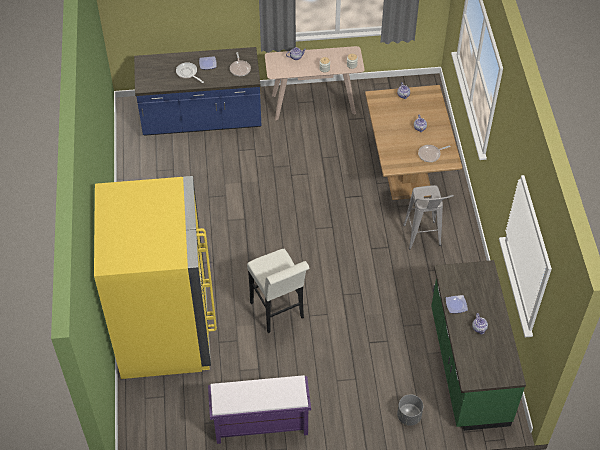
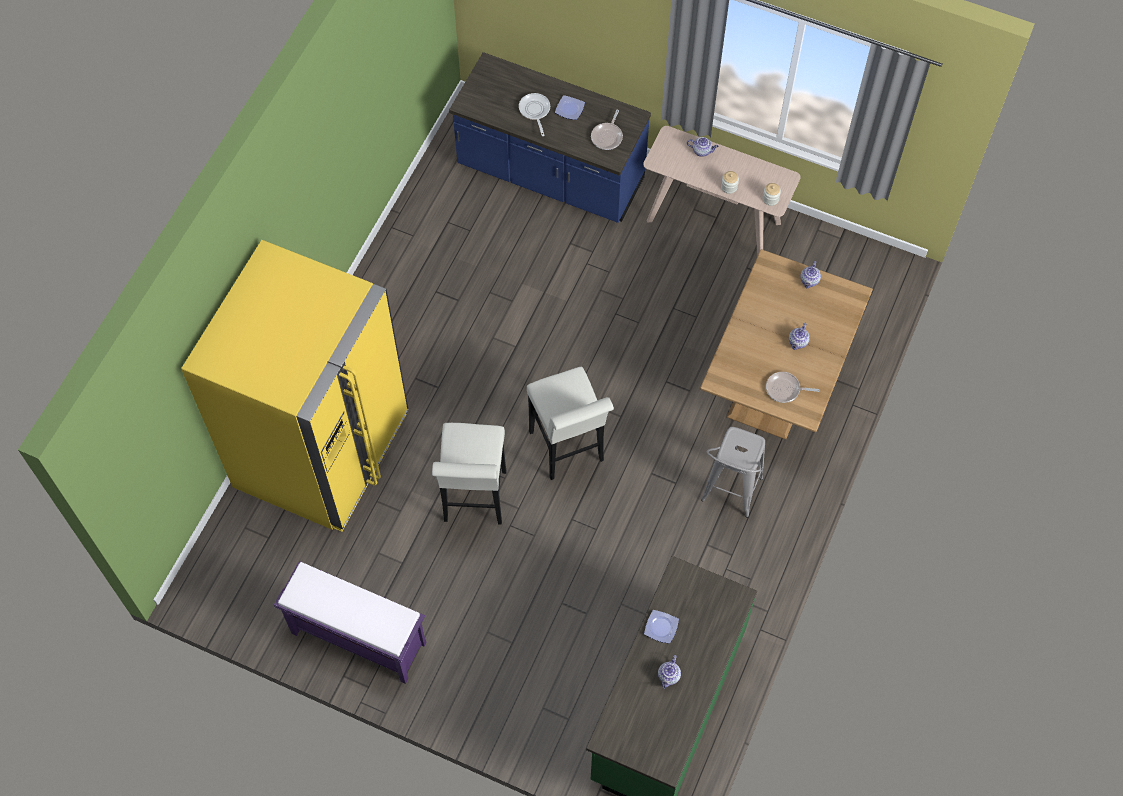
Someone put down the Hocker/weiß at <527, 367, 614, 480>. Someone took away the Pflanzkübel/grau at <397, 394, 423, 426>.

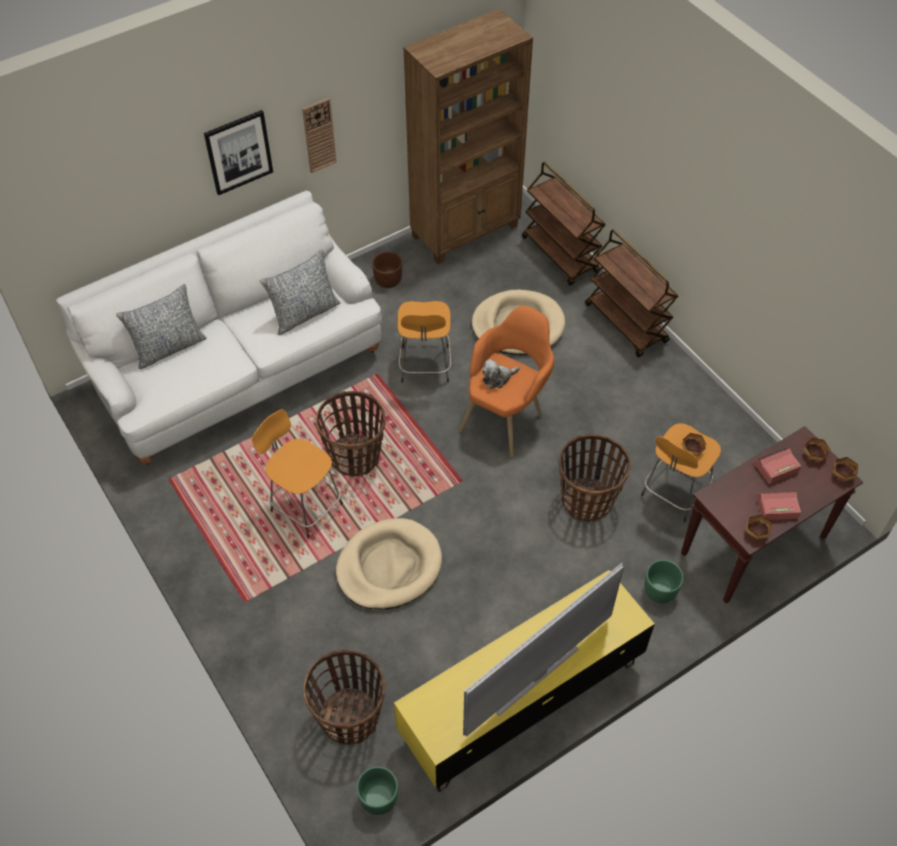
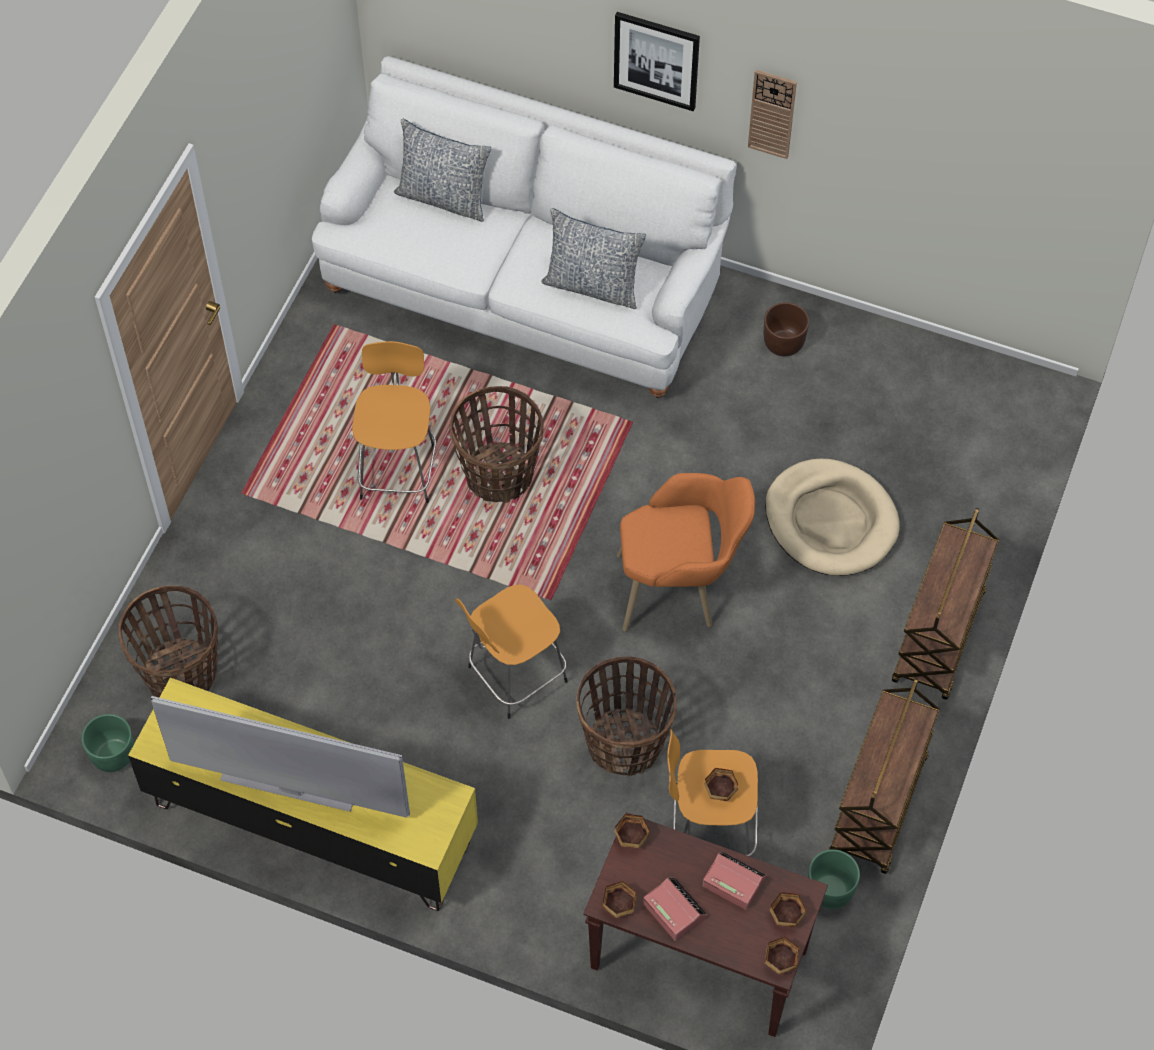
Someone carried the Hocker/orange from <398, 301, 451, 383> to <455, 585, 568, 719>. Someone put down the Schüssel at <614, 814, 650, 848>. Someone carried the Pflanzkübel/grün from <644, 560, 684, 603> to <808, 849, 860, 909>. Someone carried the Rollwagen/braun from <522, 162, 606, 286> to <829, 678, 940, 874>. Someone took away the Hundebett/beige at <336, 518, 442, 610>. Someone took away the Bücherregal/braun at <403, 9, 533, 264>. Someone took away the Plüschtier at <482, 359, 520, 389>.

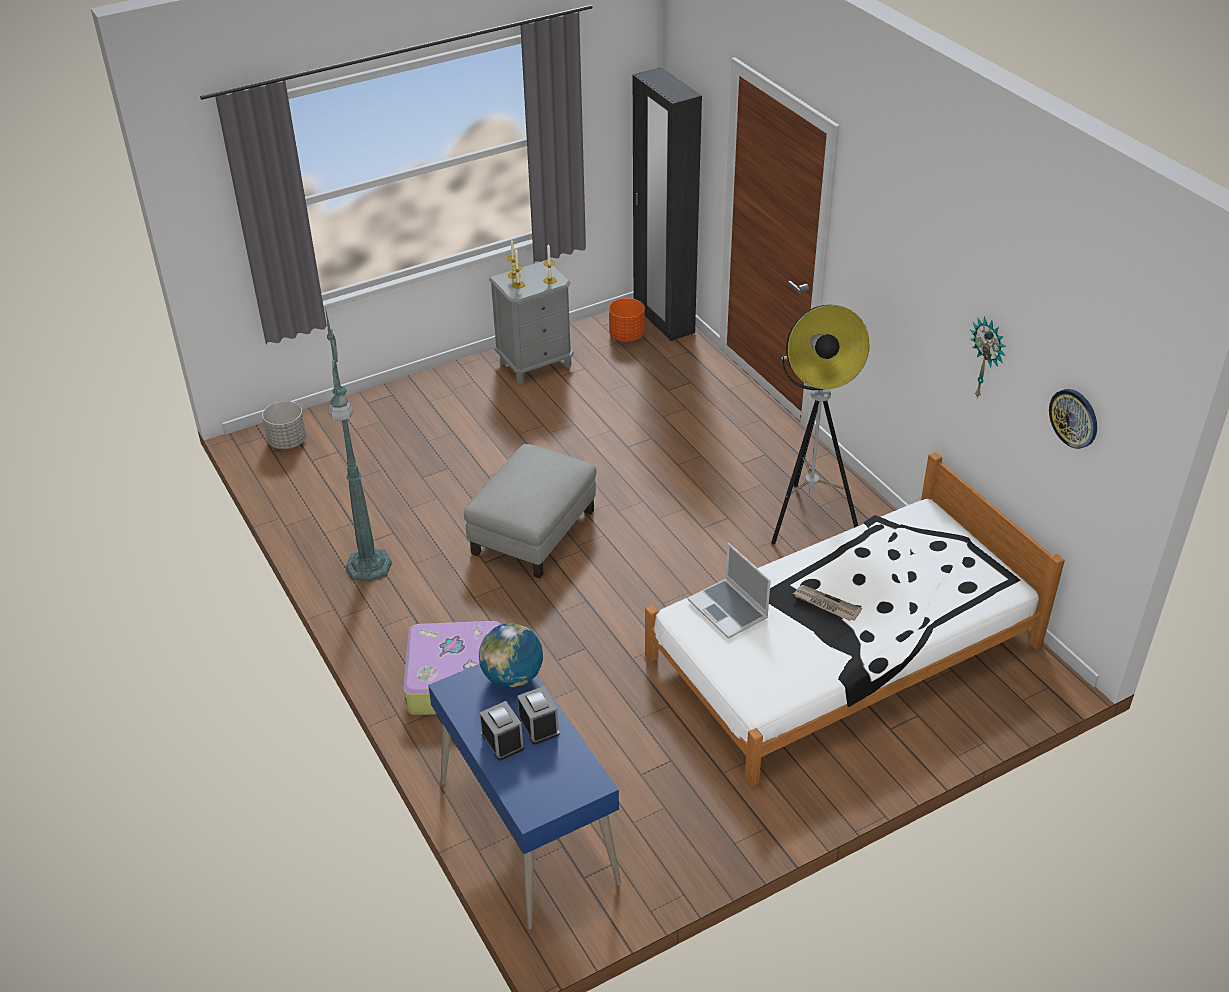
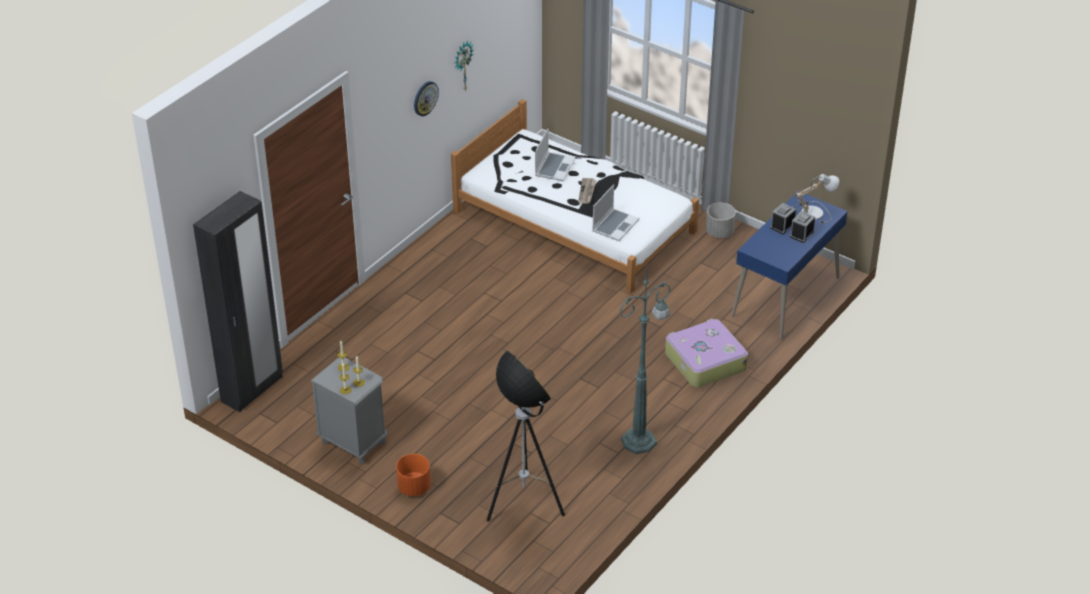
Someone carried the Pflanzkübel/orange from <609, 298, 645, 341> to <396, 454, 431, 496>. Someone carried the Wanduhr from <1049, 389, 1097, 449> to <414, 81, 439, 116>. Someone carried the Stehlampe from <771, 305, 870, 545> to <487, 350, 565, 522>. Someone put down the Laptop at <535, 129, 576, 181>. Someone carried the Pflanzkübel/grau from <262, 401, 307, 449> to <706, 203, 736, 238>. Someone put down the Tischlampe at <792, 174, 839, 224>. Someone took away the Polsterhocker/grau at <464, 444, 596, 579>. Someone took away the Globus at <479, 623, 543, 688>.

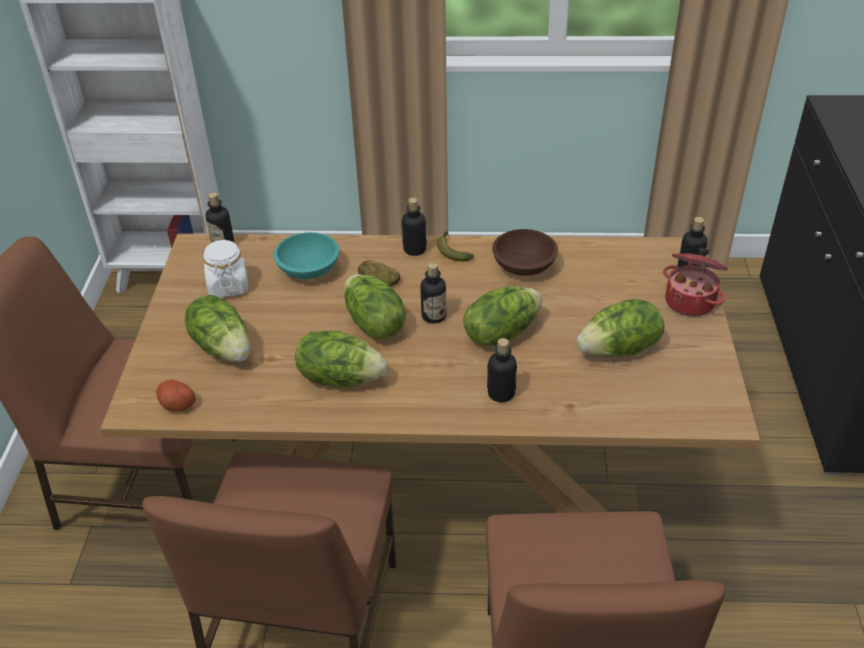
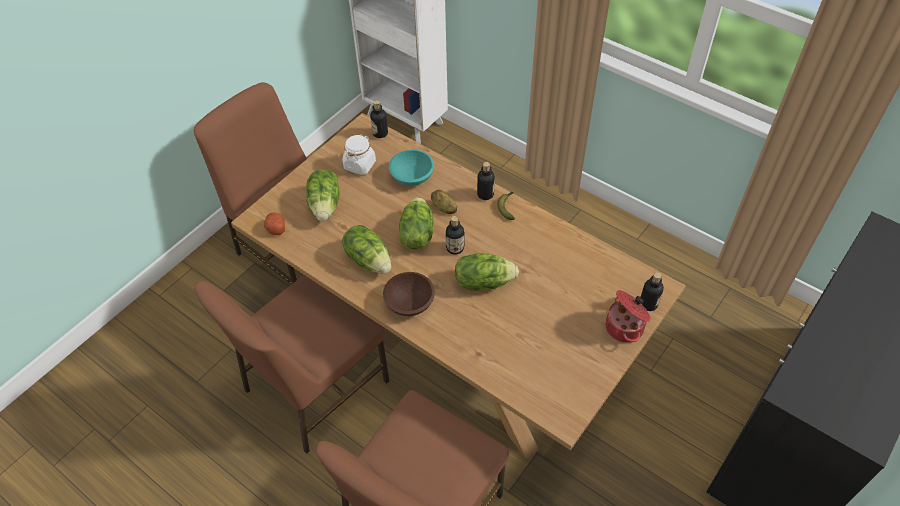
Someone carried the Schüssel/braun from <492, 229, 558, 276> to <383, 272, 435, 316>. Someone took away the Flasche at <487, 338, 517, 402>. Someone took away the Salatkopf at <577, 299, 665, 357>.

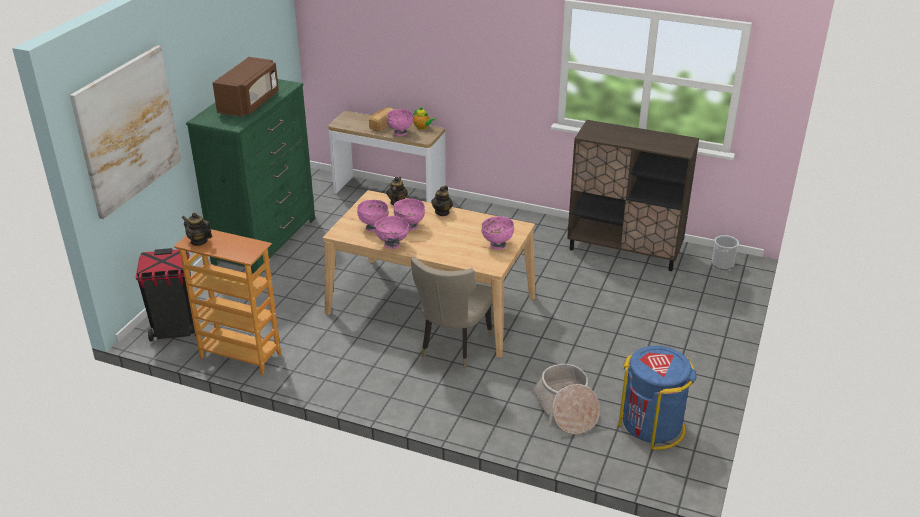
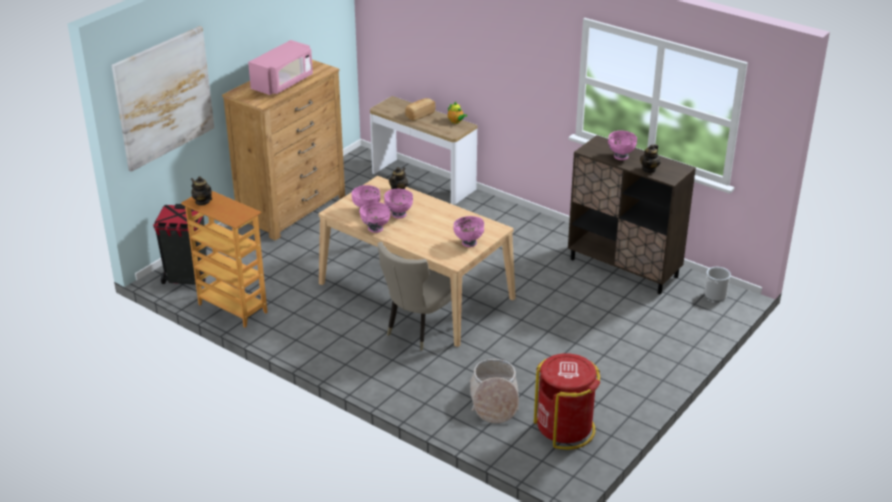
Someone repainted the Kommode/grün at <186, 79, 315, 274>, which became the Kommode/braun at <222, 60, 345, 241>. Someone repainted the Mikrowelle/braun at <213, 57, 279, 117>, which became the Mikrowelle/rosa at <248, 40, 313, 95>. Someone repainted the Mülleimer/blau at <618, 346, 697, 450>, which became the Mülleimer/rot at <534, 353, 600, 450>. Someone carried the Schüssel/rosa from <387, 109, 413, 136> to <608, 130, 637, 160>. Someone carried the Teekanne from <431, 186, 453, 216> to <640, 144, 661, 173>.

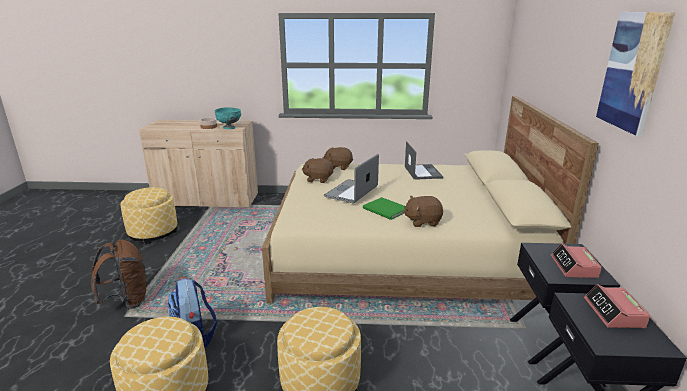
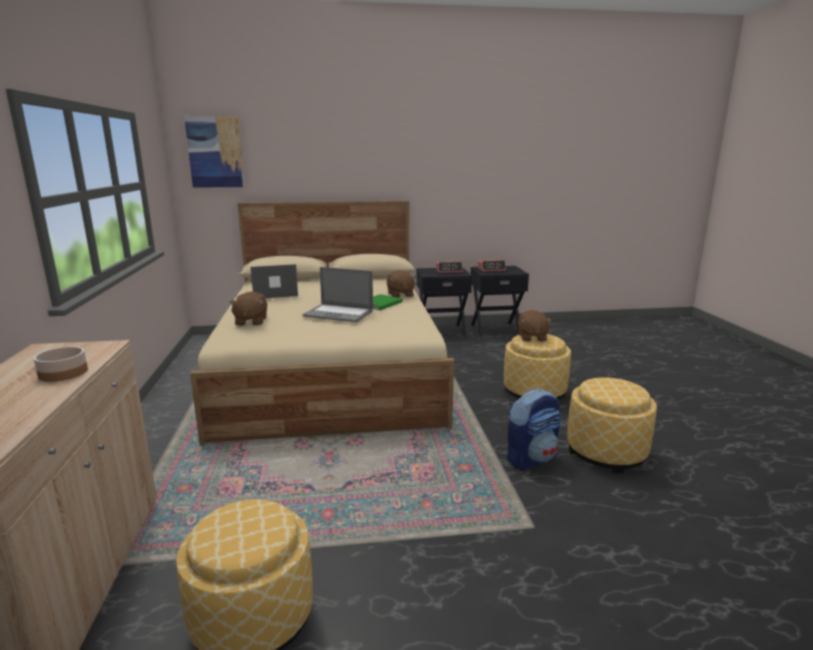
Someone carried the Bild from <596, 12, 675, 136> to <184, 116, 245, 188>. Someone carried the Plüschtier/braun from <302, 158, 334, 183> to <518, 310, 552, 342>. Someone took away the Rucksack/braun at <91, 240, 147, 309>. Someone took away the Schüssel/türkis at <215, 107, 241, 129>.

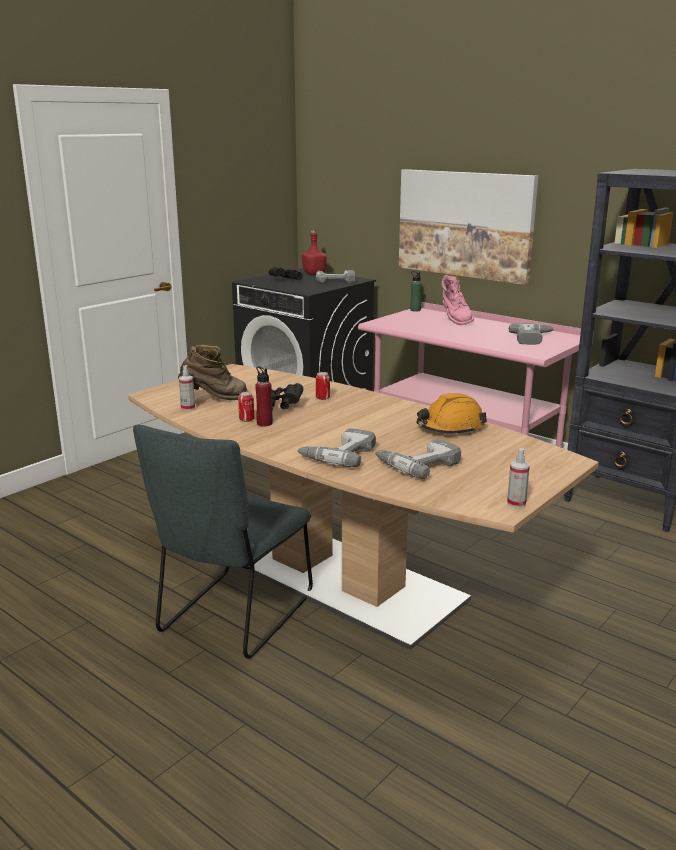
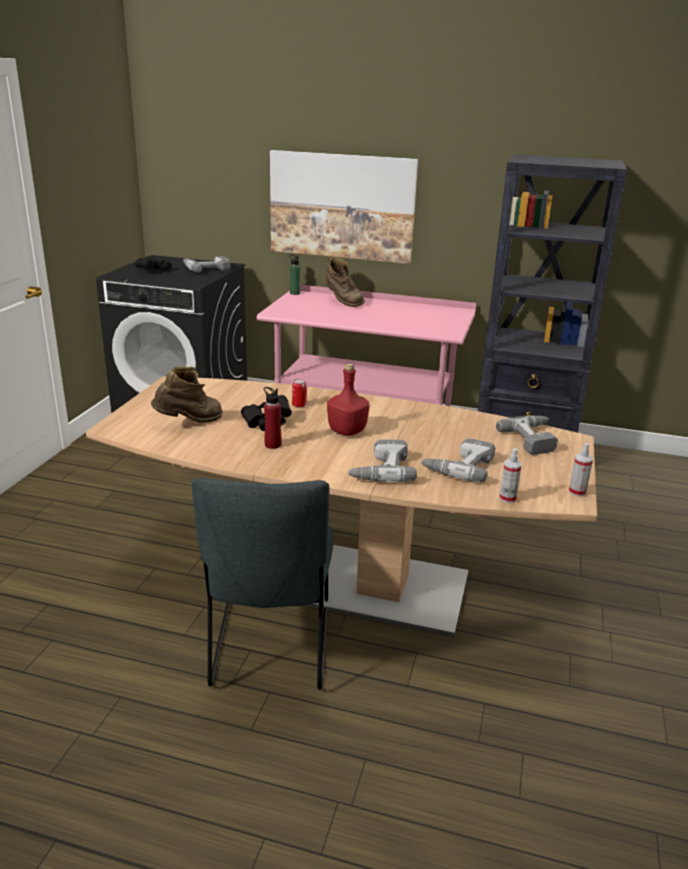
Someone repainted the Stiefel/rosa at <441, 275, 474, 325>, which became the Stiefel/braun at <326, 258, 365, 307>. Someone carried the Flasche/rot from <302, 230, 327, 275> to <327, 363, 370, 436>. Someone carried the Bohrmaschine from <509, 323, 554, 344> to <496, 415, 558, 455>. Someone carried the Sprühflasche from <179, 365, 195, 411> to <499, 448, 522, 503>. Someone took away the Dose at <238, 392, 254, 422>. Someone took away the Schutzhelm/orange at <417, 393, 487, 434>.

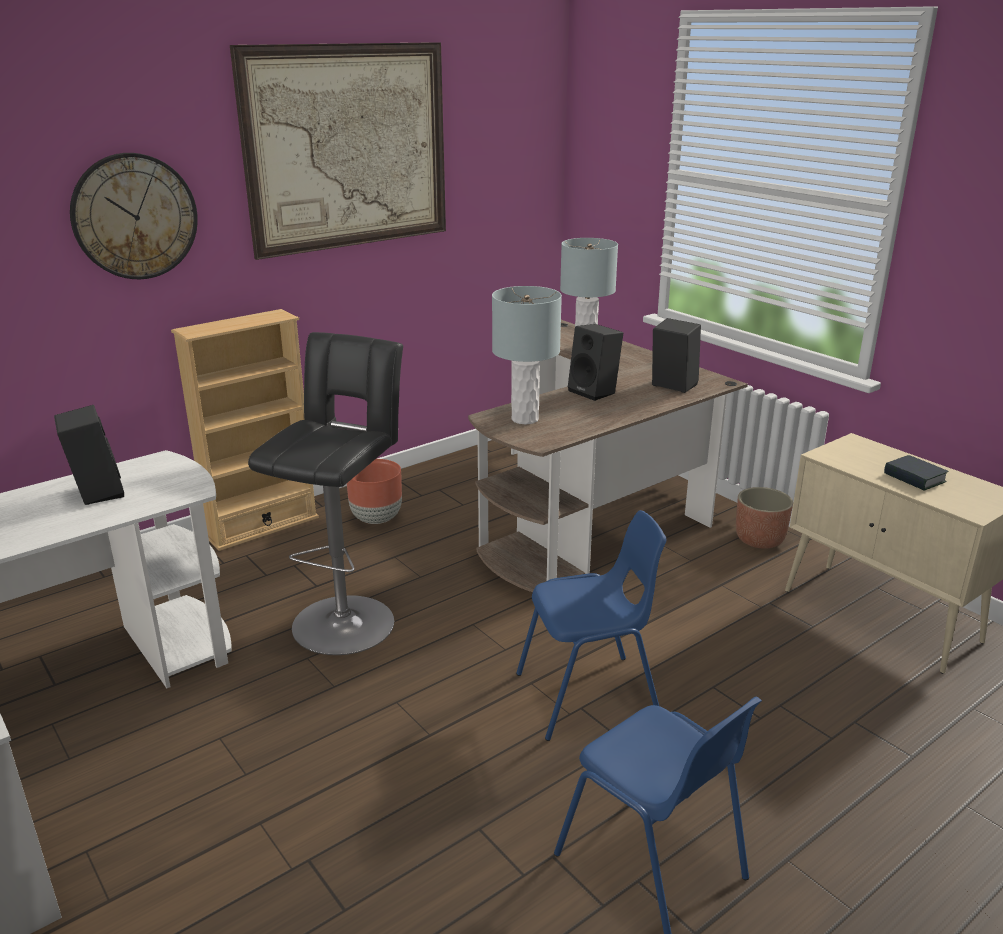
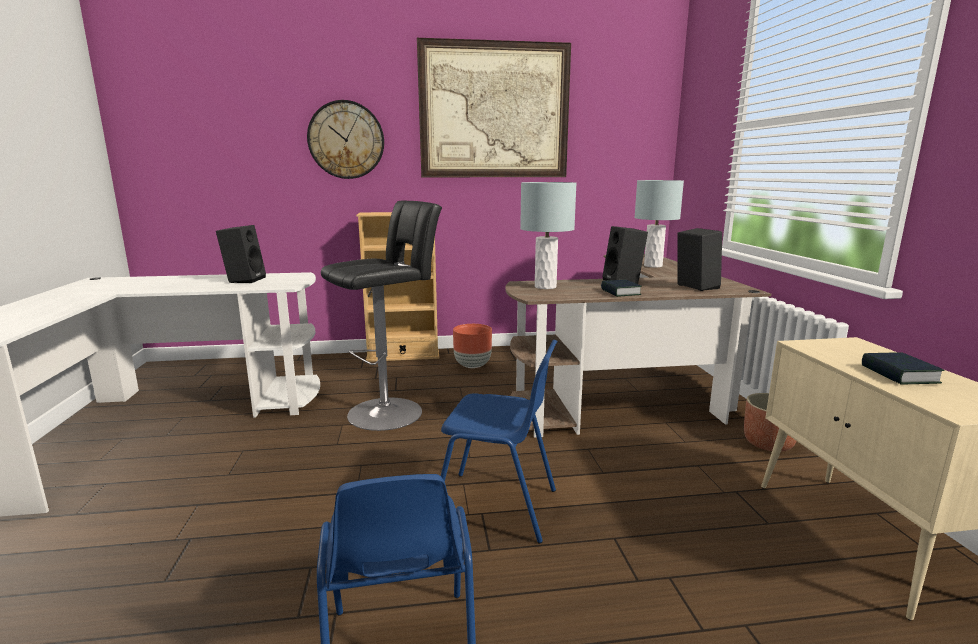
Someone put down the Buch at <601, 280, 642, 297>.

